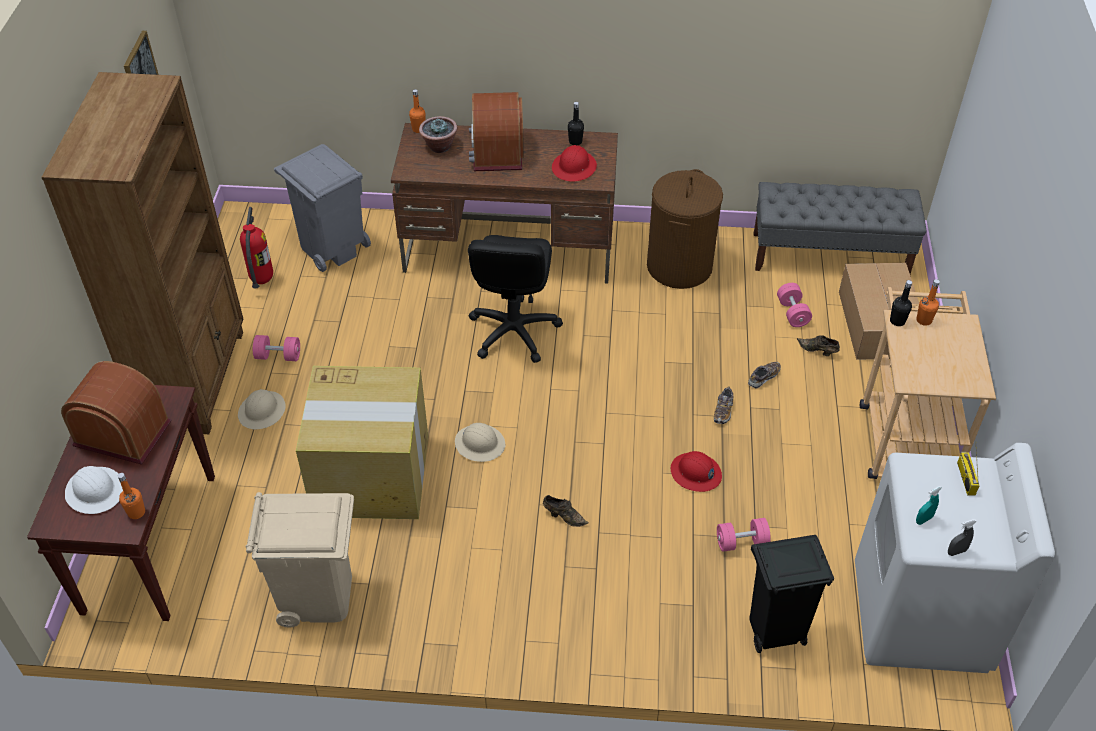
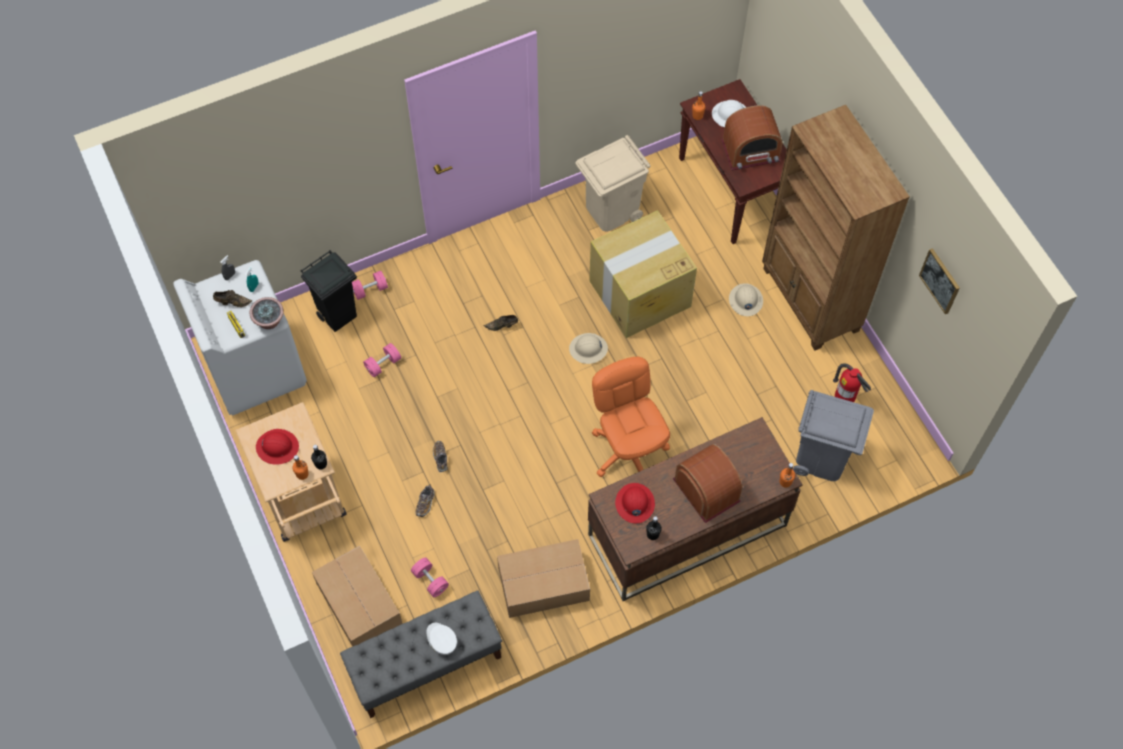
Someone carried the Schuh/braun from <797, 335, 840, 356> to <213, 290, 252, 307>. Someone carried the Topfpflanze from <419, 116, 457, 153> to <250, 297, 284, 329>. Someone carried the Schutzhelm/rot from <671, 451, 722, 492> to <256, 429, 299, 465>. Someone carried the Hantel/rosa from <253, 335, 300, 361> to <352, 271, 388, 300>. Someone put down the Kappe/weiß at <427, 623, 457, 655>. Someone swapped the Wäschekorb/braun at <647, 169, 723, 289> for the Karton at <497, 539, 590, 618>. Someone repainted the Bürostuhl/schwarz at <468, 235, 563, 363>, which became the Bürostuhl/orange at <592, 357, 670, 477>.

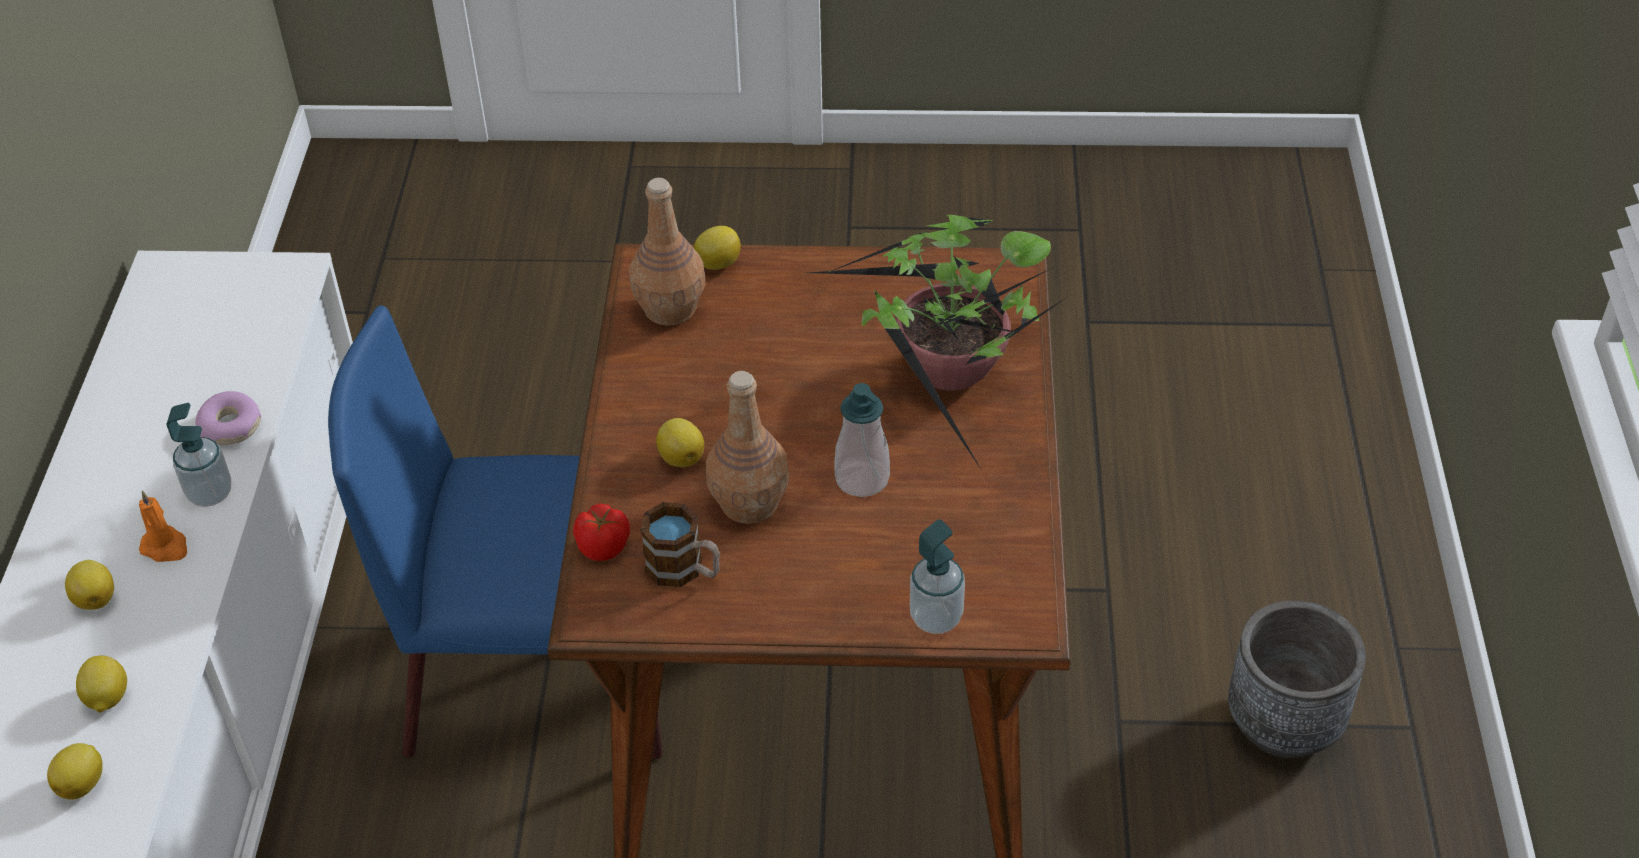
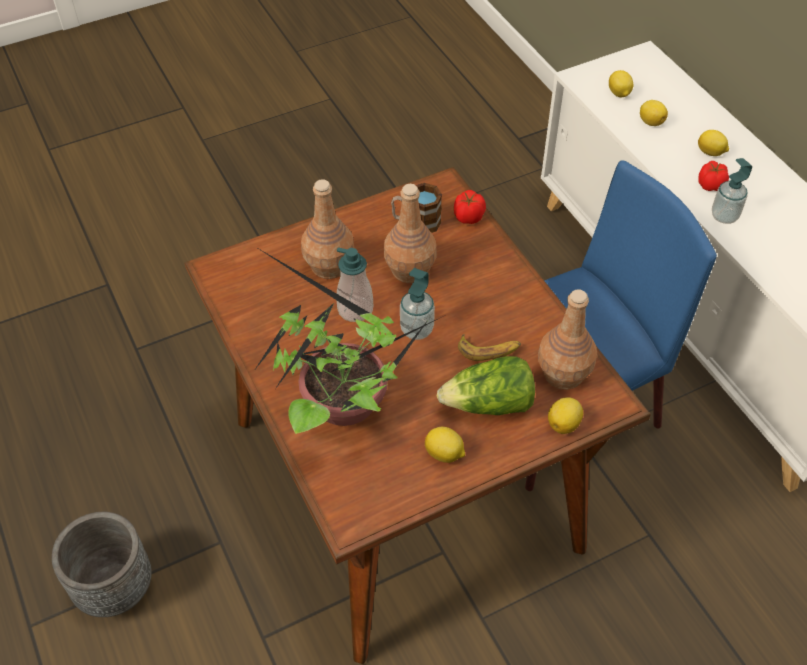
Someone put down the Flasche/braun at <301, 179, 354, 279>. Someone carried the Seifenspender from <910, 519, 965, 634> to <400, 268, 435, 340>. Someone carried the Zitrone from <656, 418, 704, 467> to <425, 427, 465, 463>. Someone put down the Salatkopf at <437, 356, 535, 415>. Someone put down the Banane at <458, 334, 521, 361>. Someone swapped the Kerze/orange at <139, 491, 187, 562> for the Tomate at <698, 161, 729, 191>. Someone took away the Donut at <195, 391, 261, 445>.

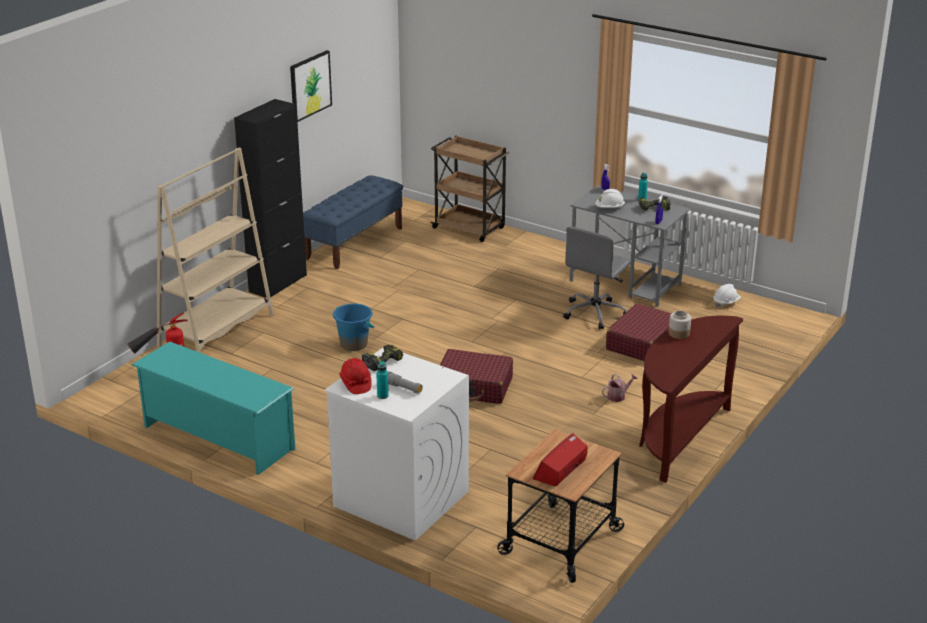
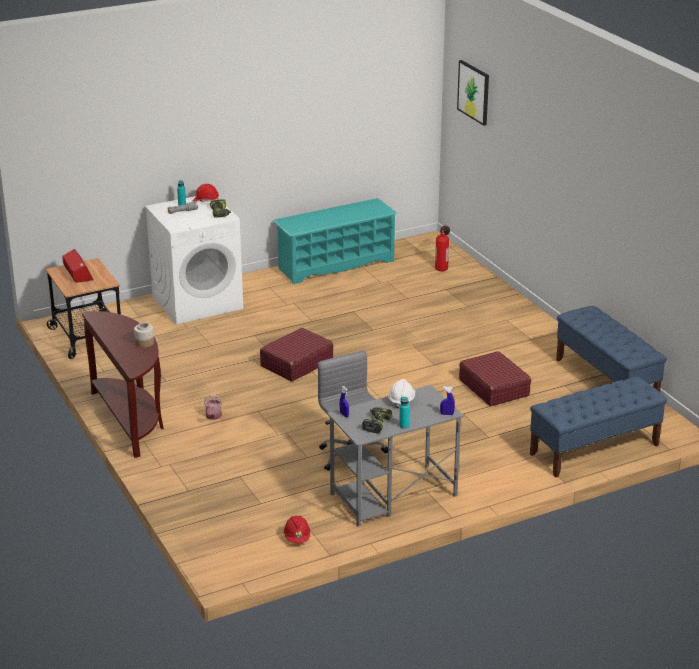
Someone repainted the Schutzhelm/weiß at <713, 284, 741, 307>, which became the Schutzhelm/rot at <284, 516, 310, 543>. Someone carried the Bild from <290, 50, 332, 122> to <457, 60, 489, 126>. Someone carried the Koffer/rot from <606, 304, 672, 361> to <459, 351, 531, 406>. Someone swapped the Rollwagen/braun at <430, 136, 510, 242> for the Bank/blau at <530, 376, 667, 478>. Someone took away the Bücherregal/beige at <156, 148, 274, 353>. Someone took away the Schrank/schwarz at <234, 99, 307, 298>. Someone took away the Eimer/blau at <333, 304, 374, 351>.

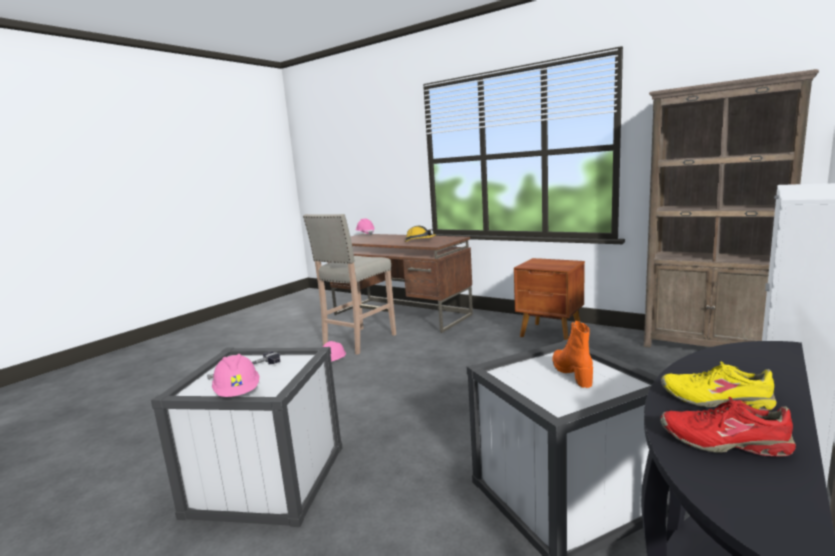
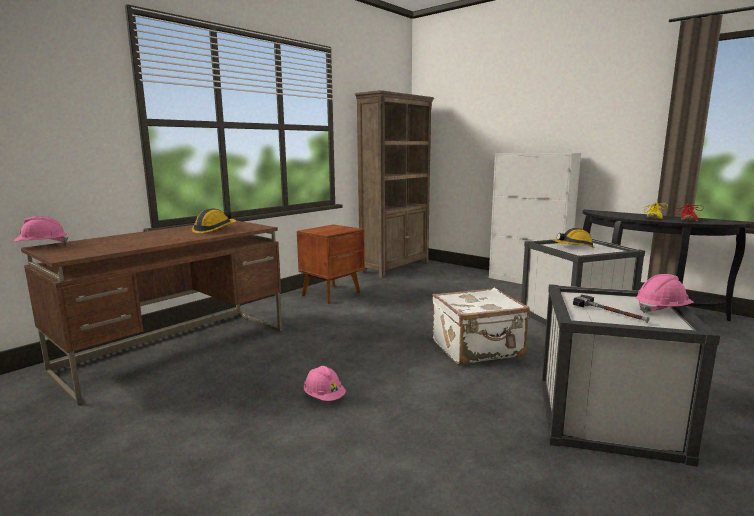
Someone put down the Koffer/weiß at <433, 288, 530, 365>. Someone swapped the Stiefel/orange at <553, 321, 593, 388> for the Schutzhelm at <553, 228, 595, 248>. Someone took away the Hocker/beige at <303, 214, 396, 355>.

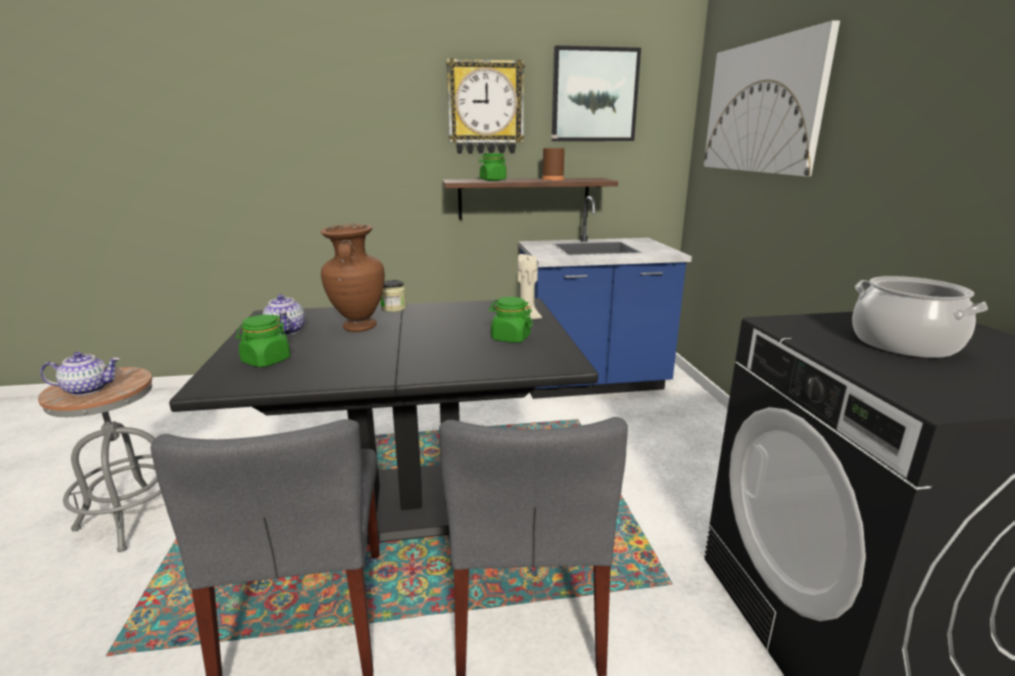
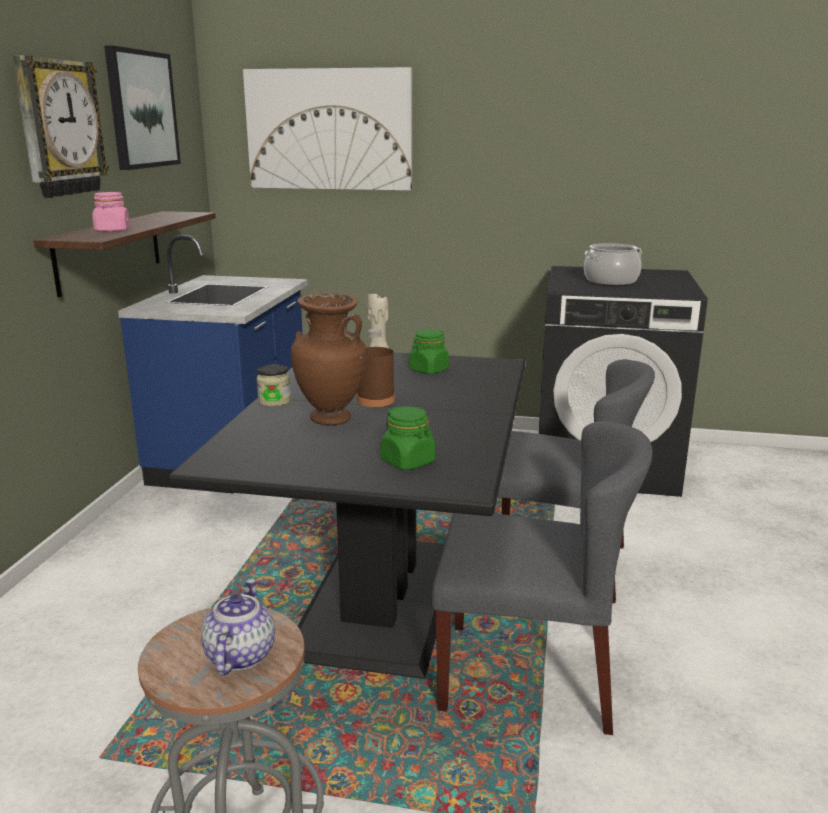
Someone repainted the Vorratsglas/grün at <479, 153, 507, 181>, which became the Vorratsglas/rosa at <92, 192, 130, 232>. Someone carried the Flasche/braun from <542, 135, 565, 180> to <357, 329, 395, 407>. Someone took away the Teekanne at <263, 294, 305, 335>.

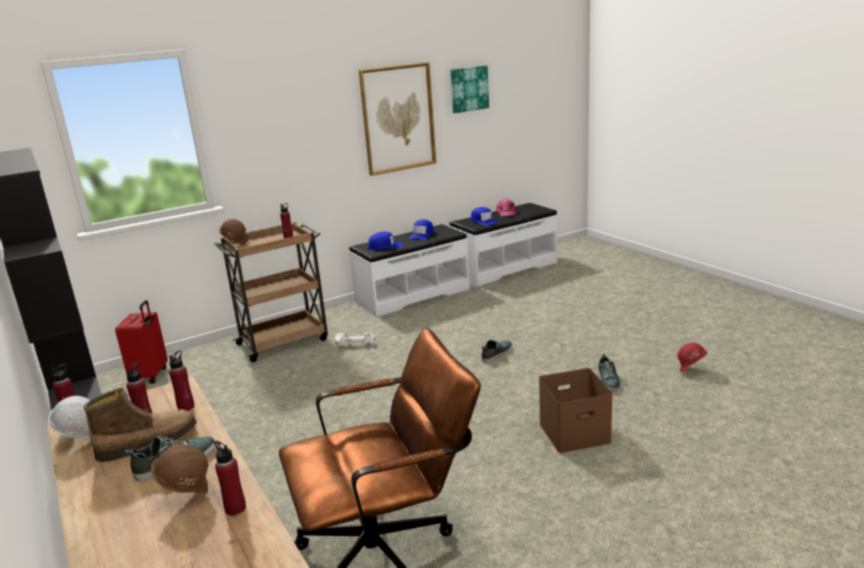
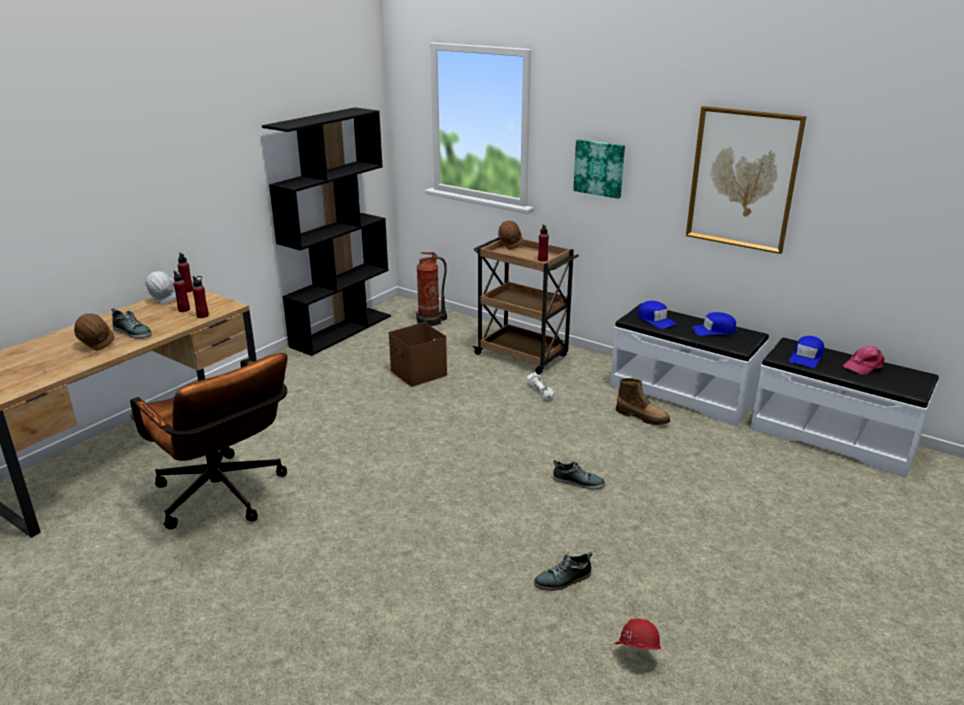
Someone carried the Aufbewahrungsbox/braun from <539, 368, 613, 453> to <389, 322, 447, 387>. Someone swapped the Koffer/rot at <115, 300, 168, 384> for the Feuerlöscher at <416, 252, 447, 326>. Someone carried the Bild from <451, 65, 489, 113> to <573, 139, 625, 199>. Someone carried the Stiefel from <83, 388, 197, 462> to <616, 378, 670, 425>. Someone took away the Flasche/rot at <214, 441, 246, 516>.

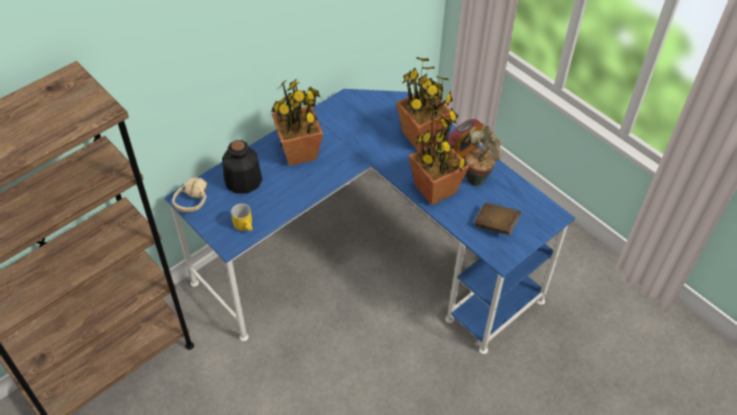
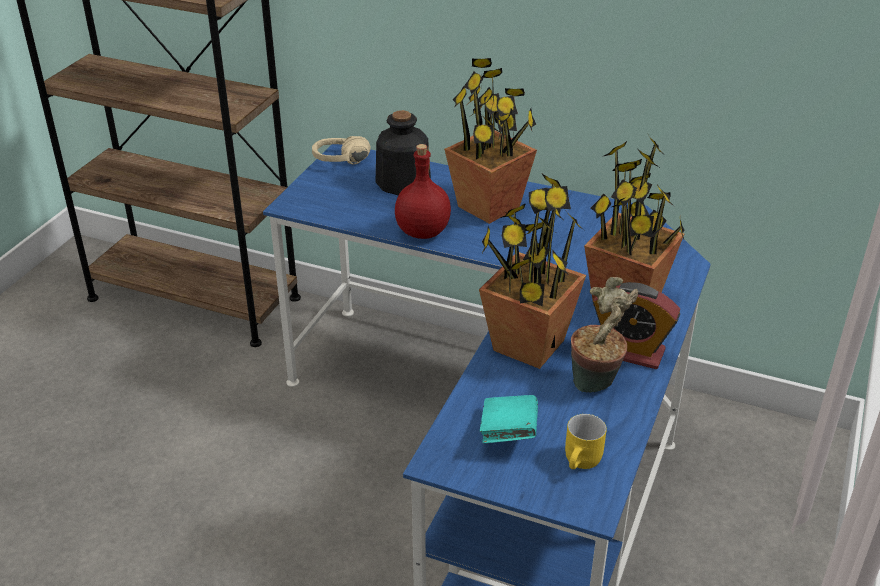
Someone put down the Flasche/rot at <395, 144, 451, 239>. Someone repainted the Buch/braun at <474, 203, 521, 235>, which became the Buch/türkis at <480, 395, 538, 443>. Someone carried the Henkelbecher/gelb from <231, 203, 252, 231> to <565, 414, 607, 469>.

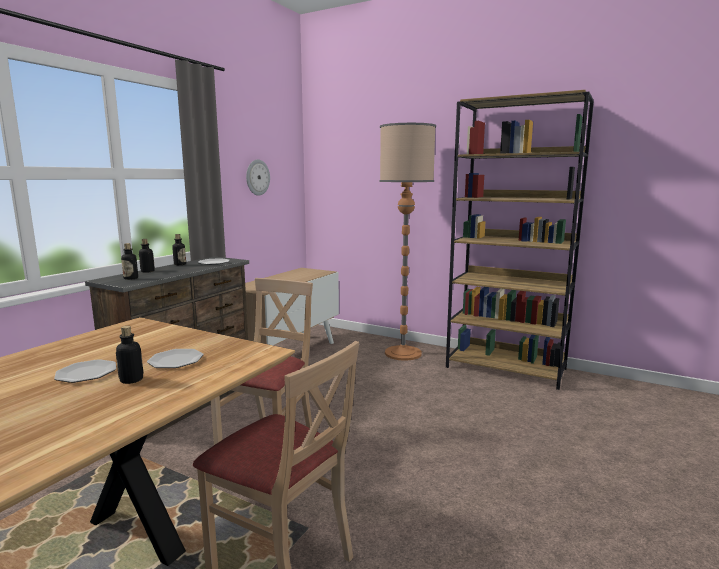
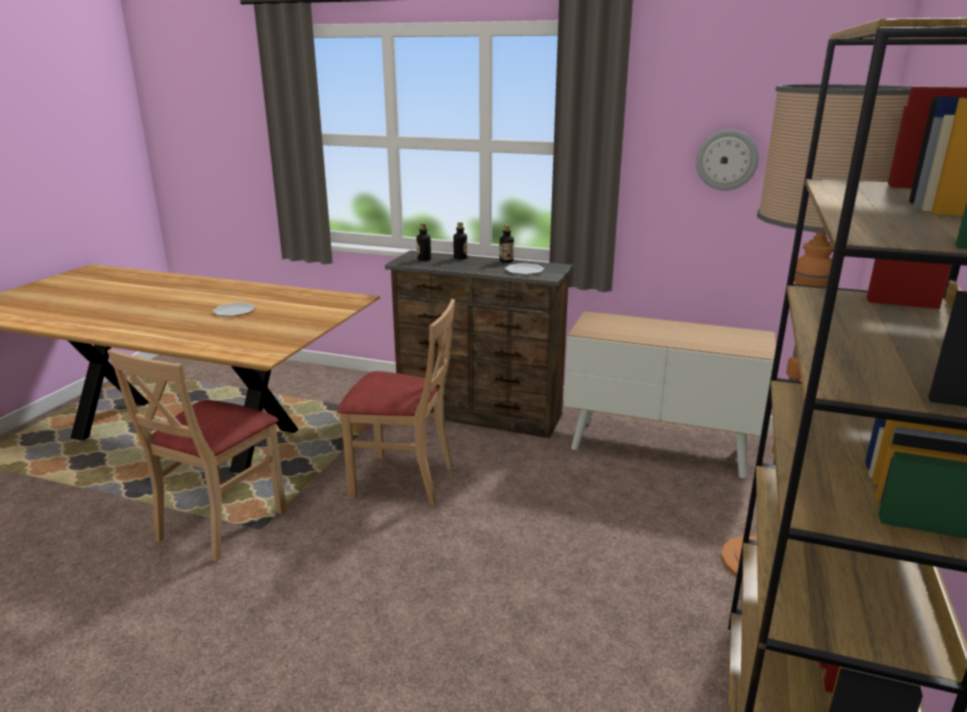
Someone took away the Flasche at <116, 326, 143, 384>. Someone took away the Teller at <147, 349, 203, 368>.

